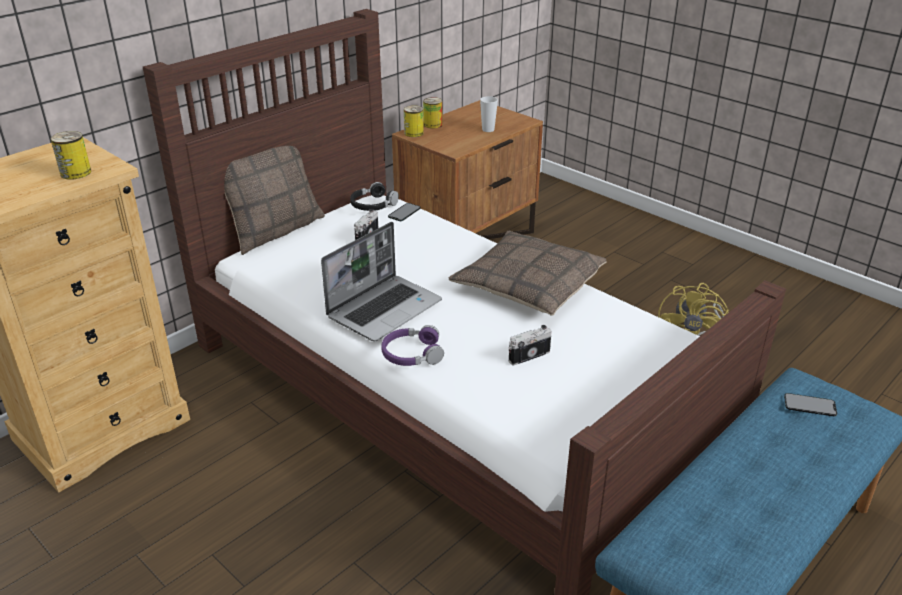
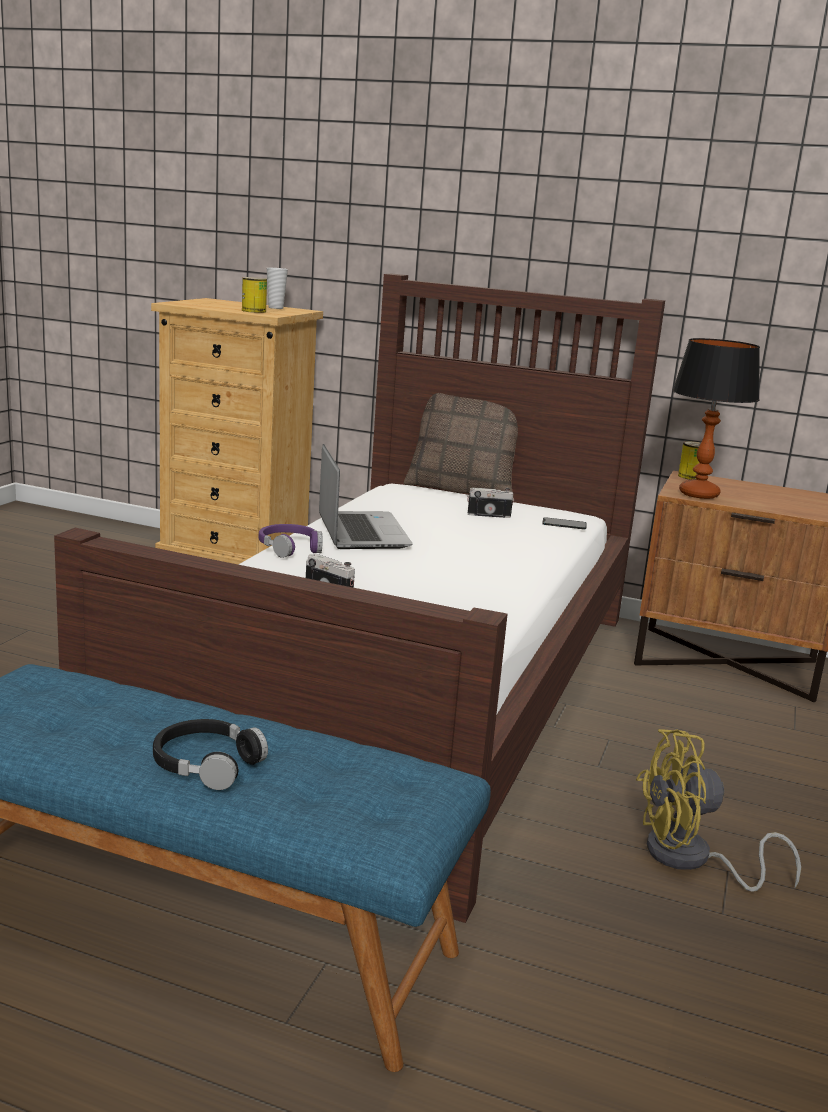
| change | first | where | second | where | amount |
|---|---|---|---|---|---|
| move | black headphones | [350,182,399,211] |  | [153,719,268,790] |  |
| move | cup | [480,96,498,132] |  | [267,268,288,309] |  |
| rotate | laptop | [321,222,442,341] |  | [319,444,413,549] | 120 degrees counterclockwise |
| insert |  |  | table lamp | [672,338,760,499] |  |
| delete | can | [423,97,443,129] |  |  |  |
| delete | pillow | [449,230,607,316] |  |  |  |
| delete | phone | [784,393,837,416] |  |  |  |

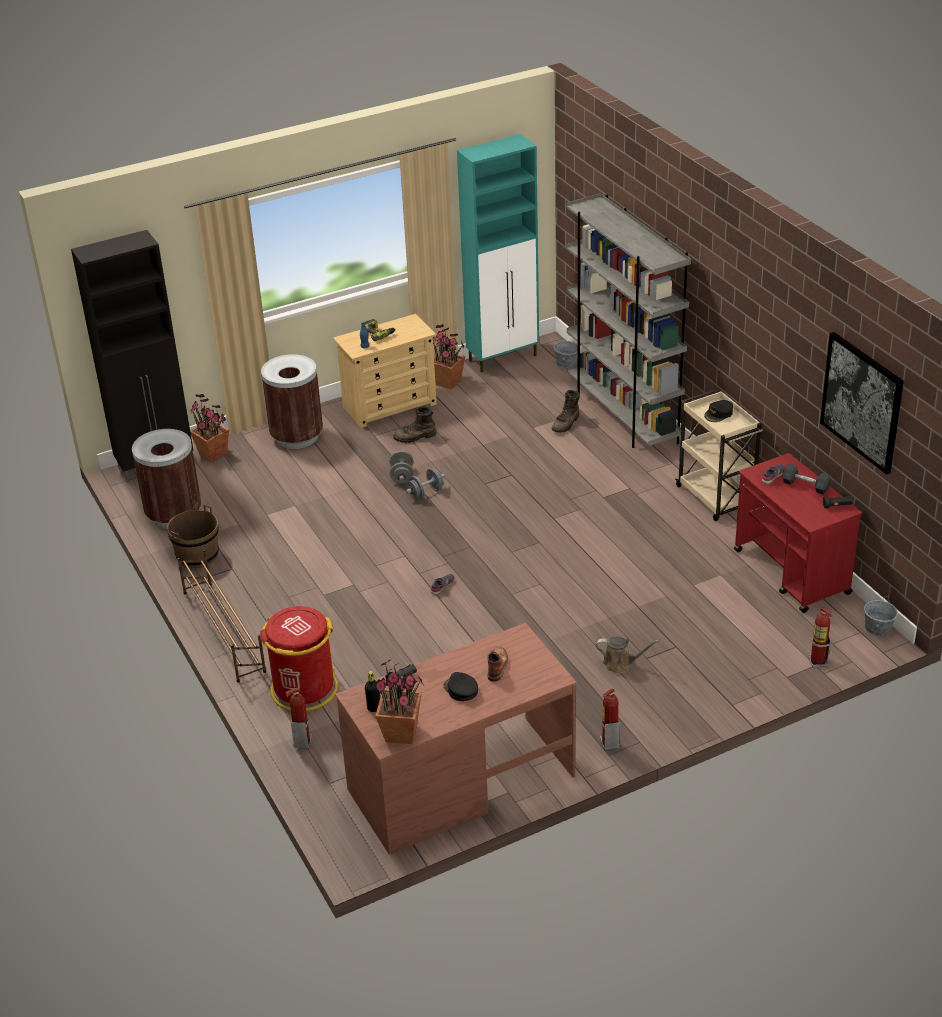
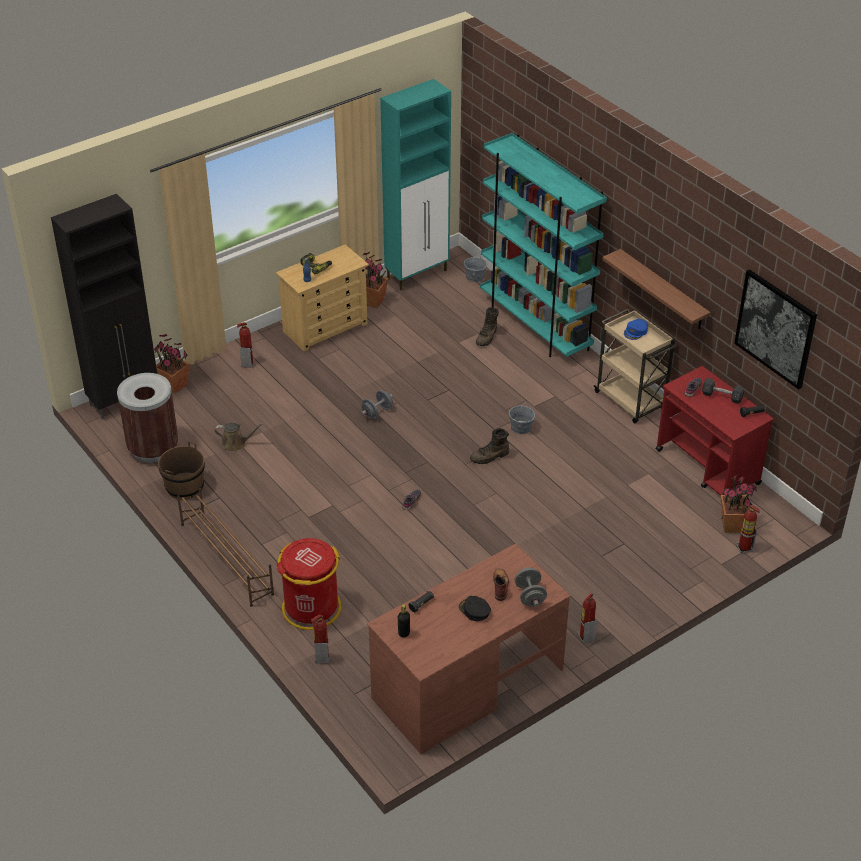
| change | first | where | second | where | amount |
|---|---|---|---|---|---|
| move | brown watering can | [596,636,659,674] |  | [215,423,264,452] |  |
| replace | brown trash can | [261,354,323,449] | fire extinguisher | [237,322,255,368] |  |
| move | brown boot | [393,406,436,443] |  | [470,428,509,464] |  |
| recolor | grey bookcase | [566,193,691,448] | turquoise bookcase | [480,133,607,357] |  |
| move | grey bucket | [864,596,898,636] |  | [509,402,535,434] |  |
| move | grey dumbbell | [390,451,414,483] |  | [515,567,547,607] |  |
| insert |  |  | shelf | [602,249,711,329] |  |
| recolor | black cap | [704,400,733,422] | blue cap | [624,319,648,340] |  |
| move | potted plant | [374,659,423,744] |  | [721,475,757,533] |  |

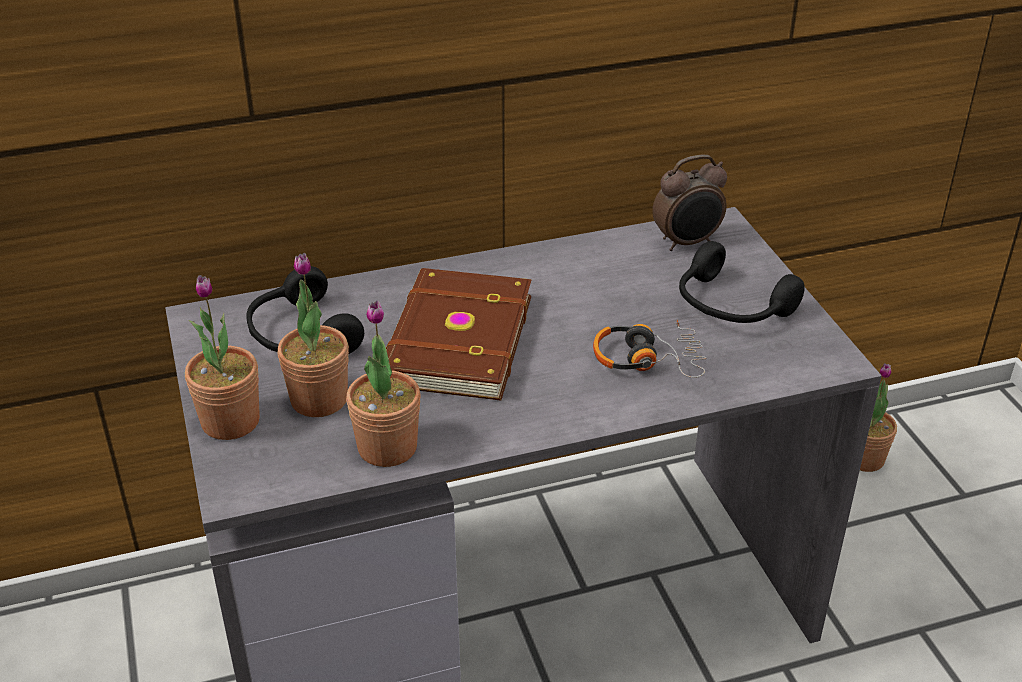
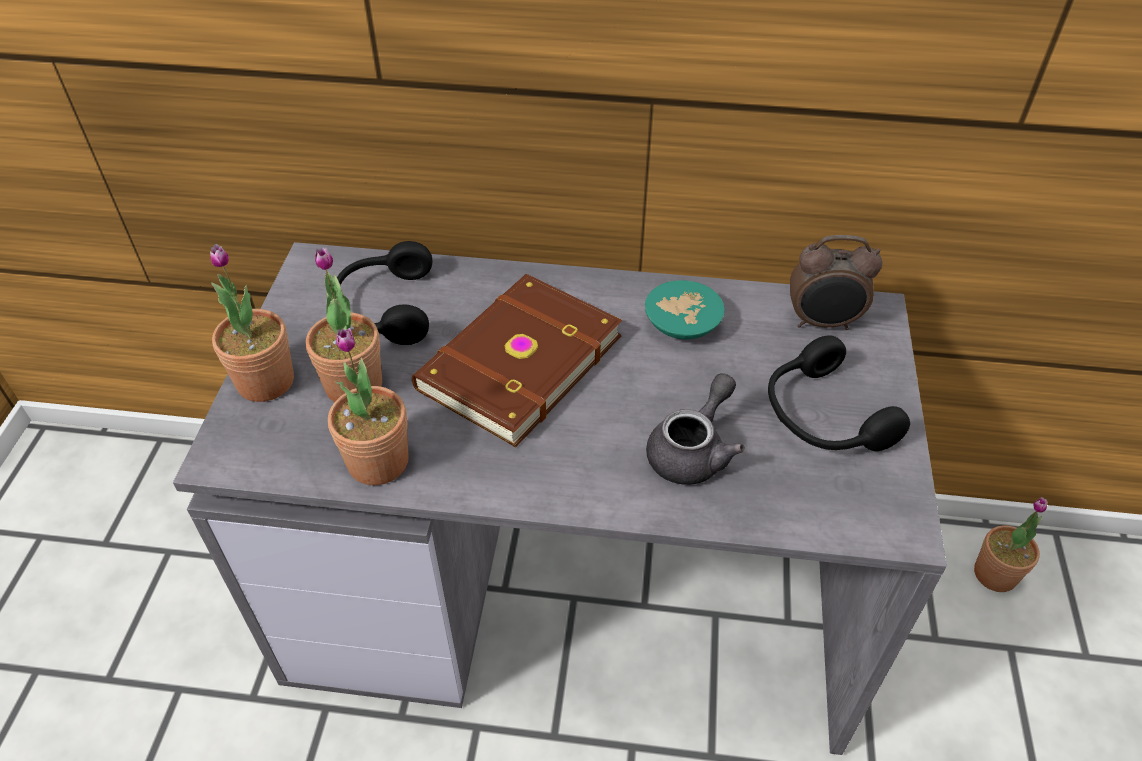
| change | first | where | second | where | amount |
|---|---|---|---|---|---|
| insert |  |  | turquoise bowl | [645,280,725,340] |  |
| replace | headphones | [593,320,706,378] | grey teapot | [646,373,745,485] |  |

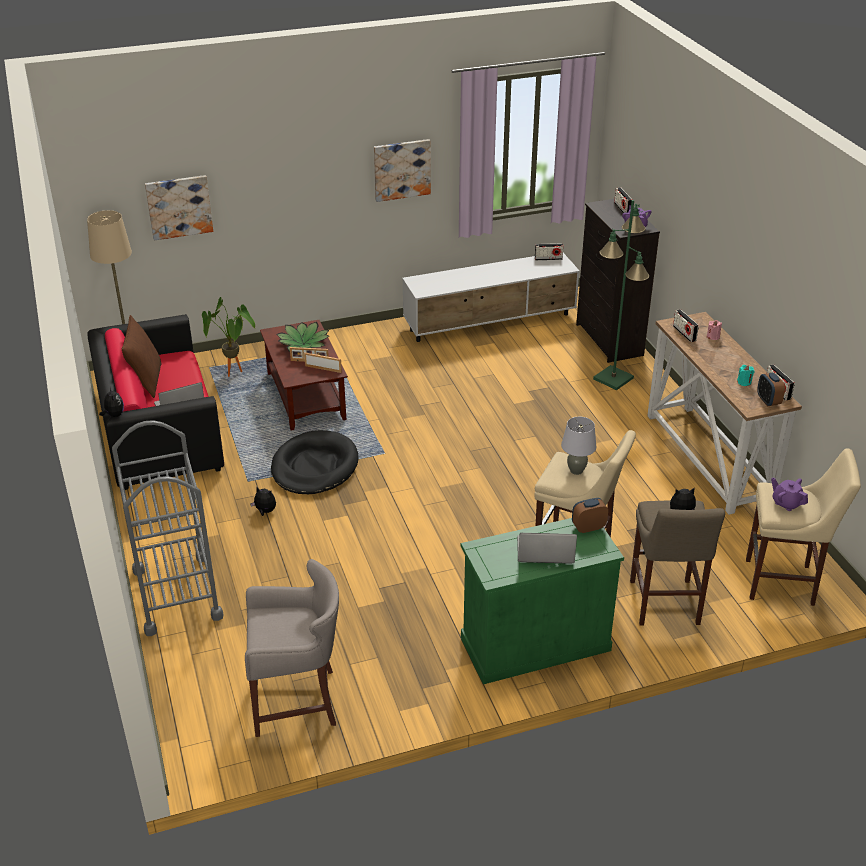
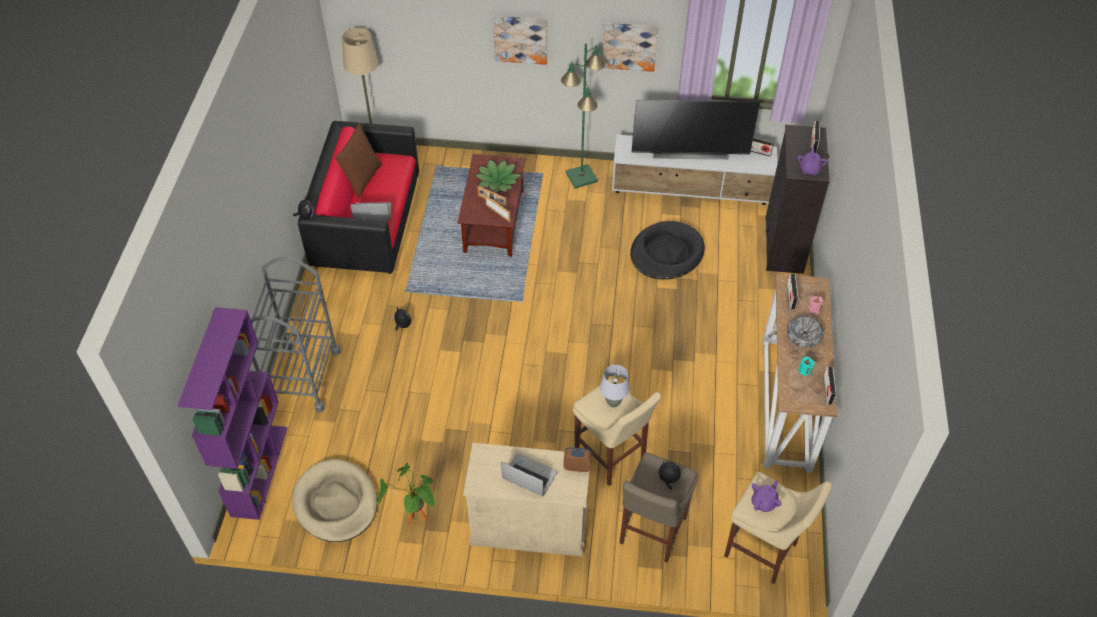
| change | first | where | second | where | amount |
|---|---|---|---|---|---|
| insert |  |  | purple bookcase | [178,307,287,520] |  |
| replace | grey stool | [245,559,339,737] | beige dog bed | [292,459,377,542] |  |
| move | potted plant | [202,297,255,377] |  | [377,462,435,523] |  |
| recolor | green cabinet | [461,518,624,684] | beige cabinet | [463,443,590,557] |  |
| move | picture | [145,175,213,240] |  | [493,16,547,65] |  |
| move | green floor lamp | [593,200,649,390] |  | [561,43,606,188] |  |
| move | black dog bed | [271,430,358,494] |  | [630,221,705,279] |  |
| insert |  |  | television | [632,100,760,160] |  |
| rotate | purple teapot | [771,477,808,511] |  | [751,480,782,512] | 60 degrees clockwise |
| insert |  |  | bowl | [787,316,824,348] |  |
| delete | alarm clock | [757,372,785,407] |  |  |  |

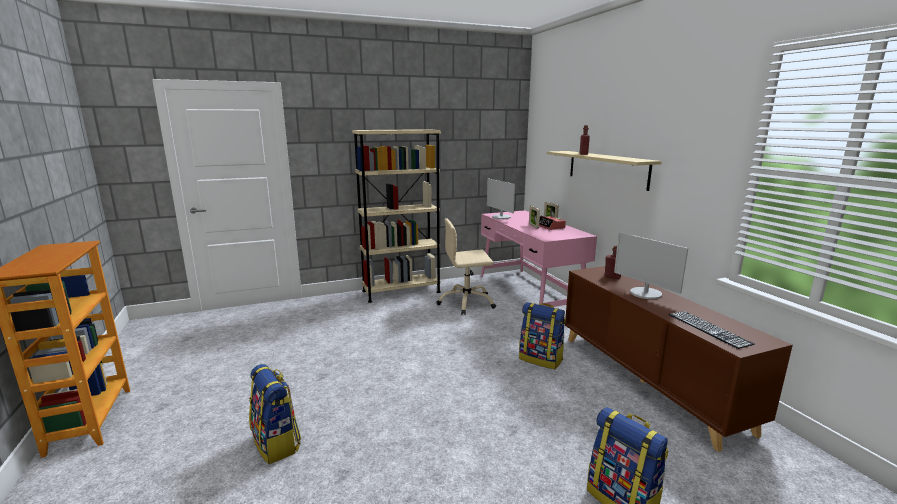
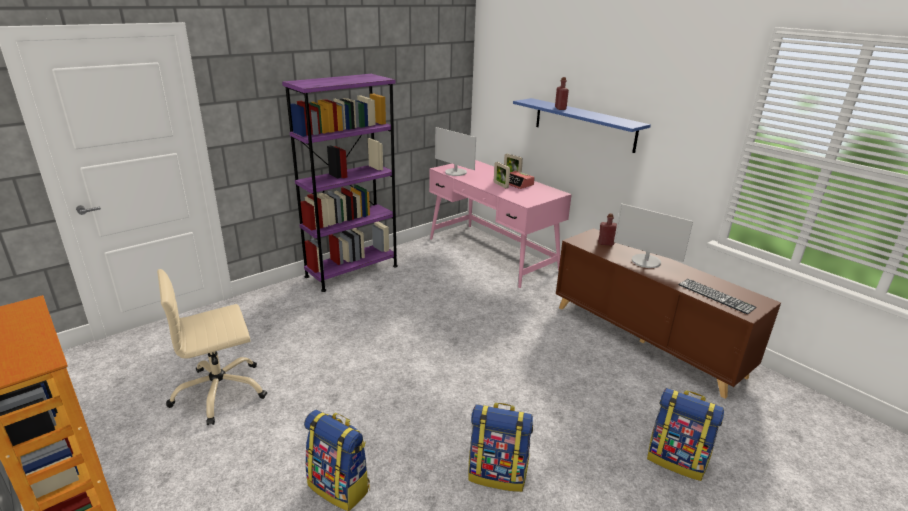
| change | first | where | second | where | amount |
|---|---|---|---|---|---|
| move | beige office chair | [436,218,496,315] |  | [157,269,267,425] |  |
| recolor | beige bookcase | [352,129,441,303] | purple bookcase | [282,74,398,292] |  |
| move | backpack | [519,302,566,369] |  | [469,403,533,492] |  |
| recolor | beige shelf | [547,151,662,191] | blue shelf | [513,98,651,153] |  |

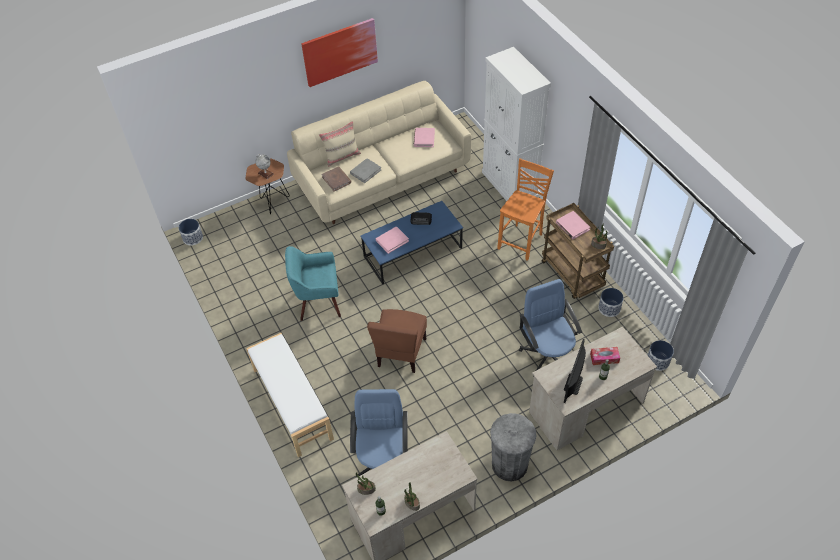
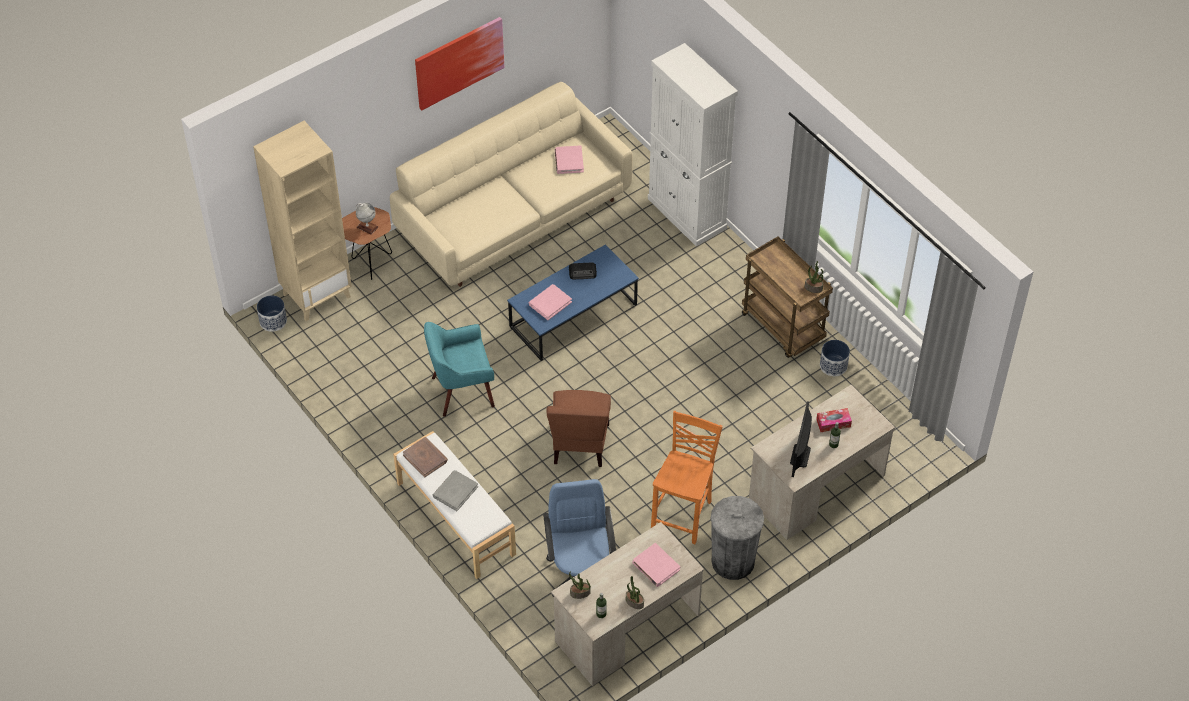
| change | first | where | second | where | amount |
|---|---|---|---|---|---|
| insert |  |  | beige bookcase | [253,121,352,321] |  |
| move | brown book | [322,166,351,192] |  | [403,437,448,478] |  |
| move | grey book | [350,159,381,183] |  | [433,470,478,511] |  |
| move | pink book | [556,211,590,239] |  | [632,543,680,587] |  |
| move | orange chair | [497,158,554,261] |  | [651,411,723,544] |  |
| delete | beige pillow | [319,121,361,167] |  |  |  |
| delete | blue office chair | [519,279,582,370] |  |  |  |
| delete | planter | [647,340,674,371] |  |  |  |

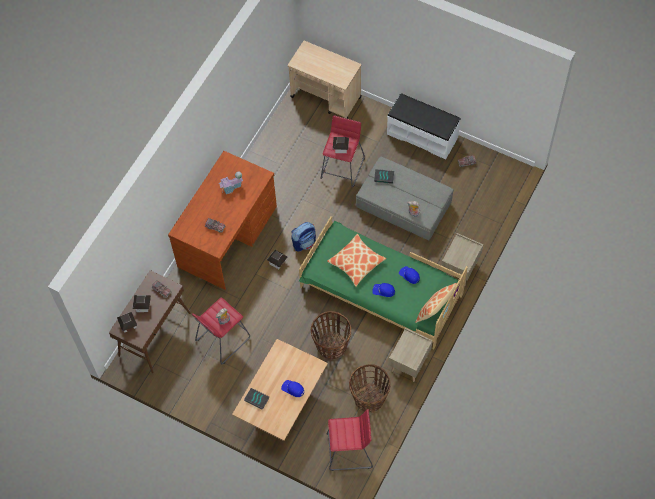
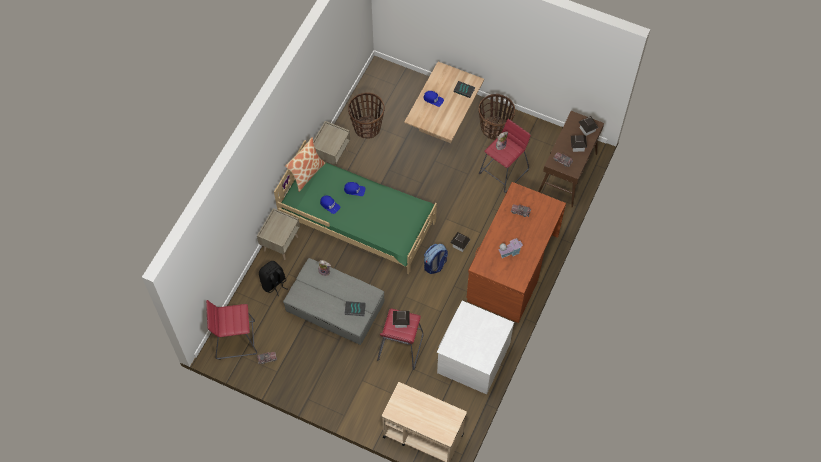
| change | first | where | second | where | amount |
|---|---|---|---|---|---|
| move | red stool | [327,409,373,471] |  | [206,300,257,360] |  |
| insert |  |  | black backpack | [259,261,287,296] |  |
| insert |  |  | white dresser | [437,301,514,394] |  |
| move | basket | [311,311,351,360] |  | [478,94,515,140] |  |
| delete | pillow | [327,234,386,287] |  |  |  |
| delete | white bench | [387,93,461,159] |  |  |  |

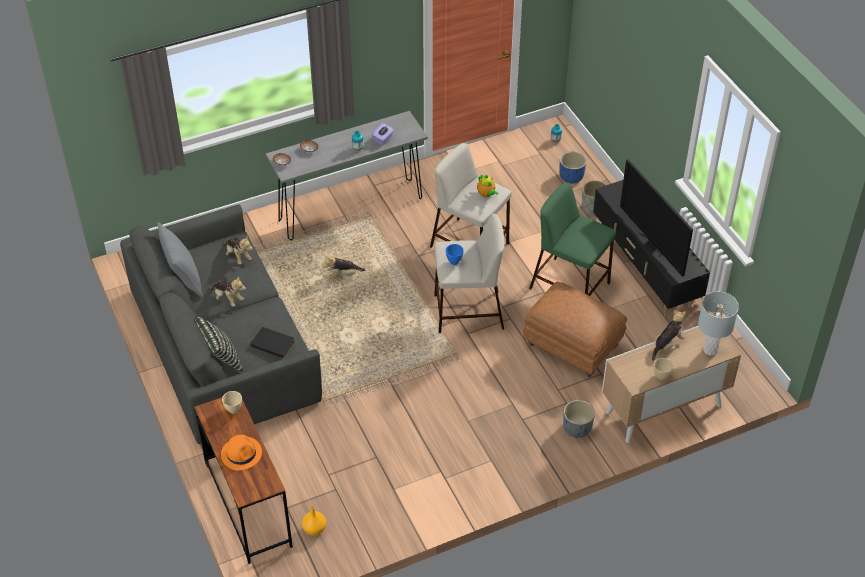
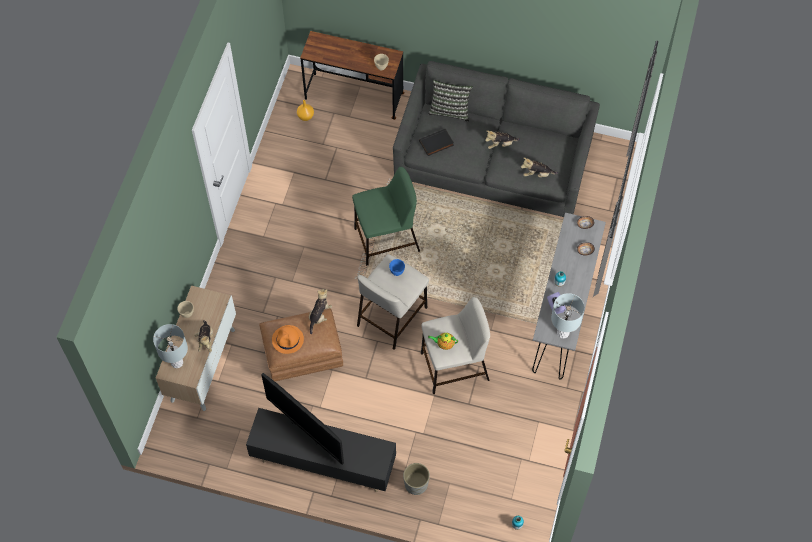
| change | first | where | second | where | amount |
|---|---|---|---|---|---|
| rotate | television | [620,159,693,277] |  | [261,373,344,465] | 150 degrees counterclockwise |
| move | orange hat | [221,435,262,470] |  | [272,325,304,354] |  |
| move | plush toy | [323,255,366,279] |  | [309,289,332,334] |  |
| move | green stool | [529,183,616,296] |  | [352,167,420,266] |  |
| insert |  |  | grey table lamp | [551,293,585,339] |  |
| delete | grey pillow | [157,222,203,297] |  |  |  |
| delete | blue planter | [559,152,586,184] |  |  |  |
| delete | grey planter | [563,400,595,438] |  |  |  |

